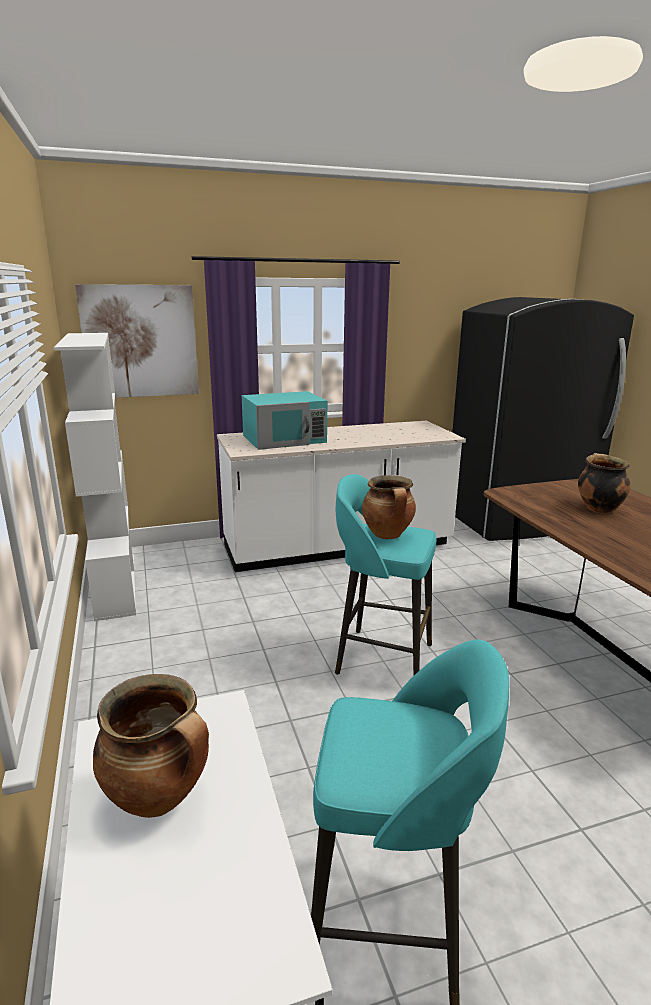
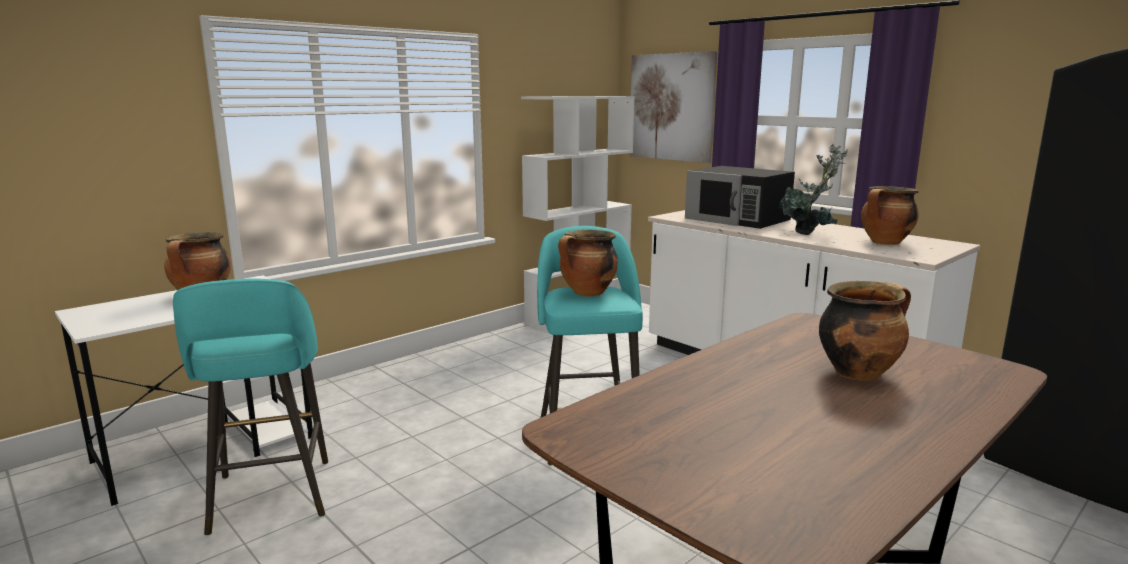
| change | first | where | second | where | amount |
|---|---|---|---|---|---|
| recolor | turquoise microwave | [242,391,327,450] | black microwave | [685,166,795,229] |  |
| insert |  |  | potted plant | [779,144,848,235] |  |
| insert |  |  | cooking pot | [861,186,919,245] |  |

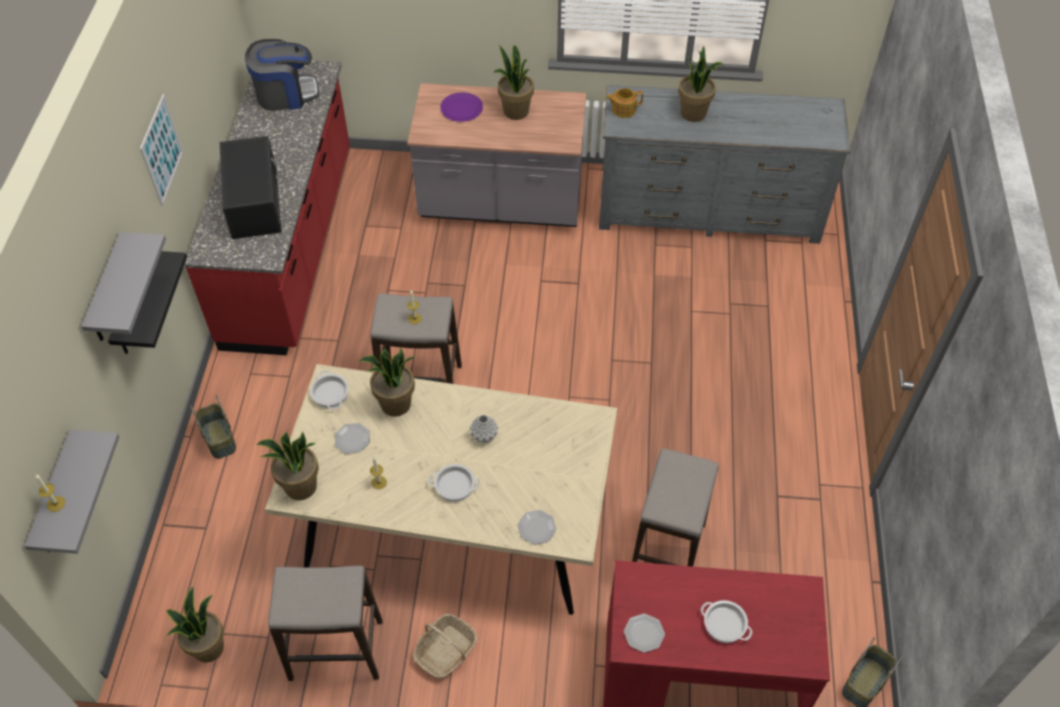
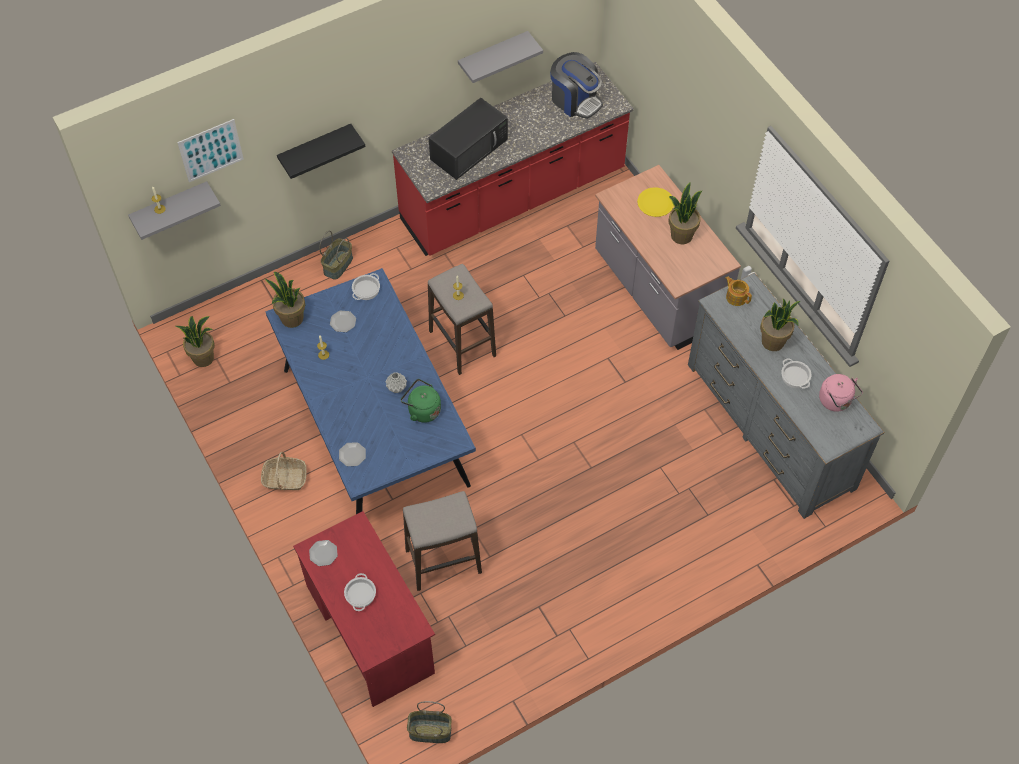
| change | first | where | second | where | amount |
|---|---|---|---|---|---|
| move | picture | [140,94,183,206] |  | [177,119,244,182] |  |
| recolor | beige dining table | [265,364,617,615] | blue dining table | [265,268,476,514] |  |
| insert |  |  | green kettle | [401,379,441,423] |  |
| move | grey shelf | [81,232,166,341] |  | [458,31,543,83] |  |
| recolor | purple plate | [440,92,483,122] | yellow plate | [637,187,674,217] |  |
| move | cooking pot | [428,464,480,502] |  | [781,358,812,388] |  |
| insert |  |  | pink kettle | [819,374,863,412] |  |
| delete | stool | [268,566,383,681] |  |  |  |
| delete | potted plant | [359,347,415,417] |  |  |  |

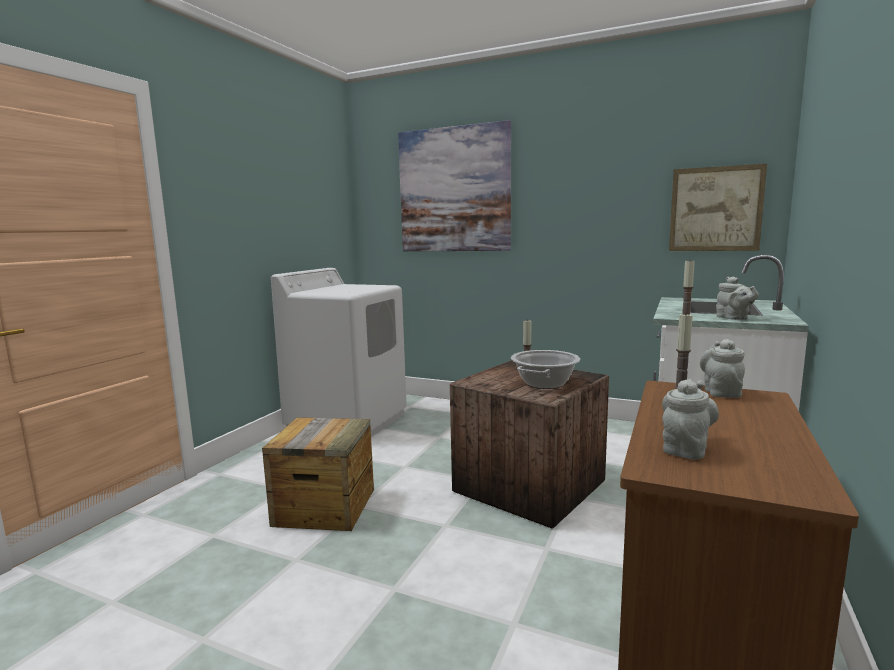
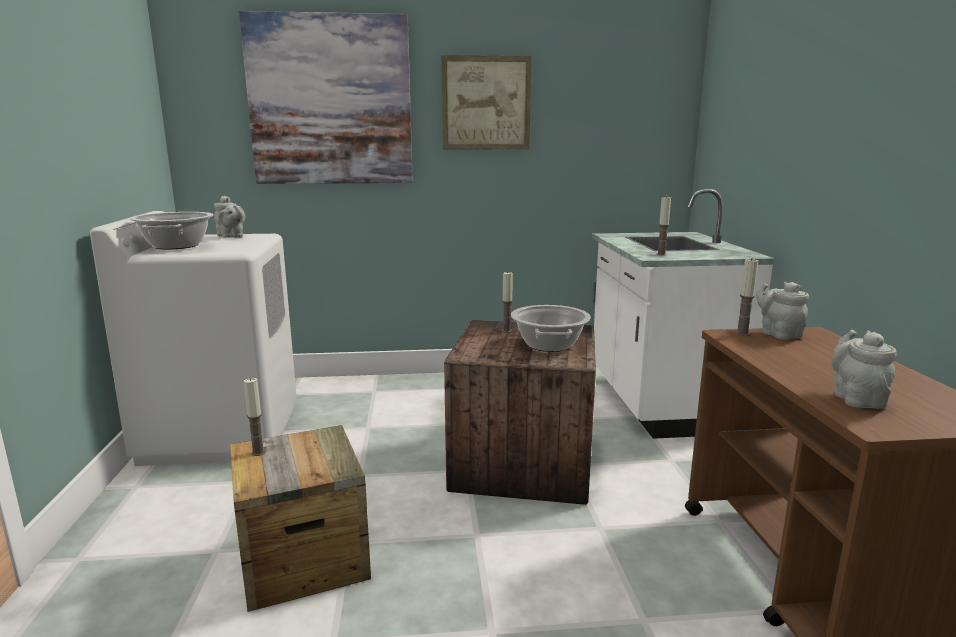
| change | first | where | second | where | amount |
|---|---|---|---|---|---|
| insert |  |  | cooking pot | [130,212,213,250] |  |
| move | grey teapot | [716,276,759,320] |  | [214,196,245,238] |  |
| insert |  |  | candle | [244,378,266,456] |  |
| move | picture | [669,164,767,251] |  | [441,55,532,150] |  |

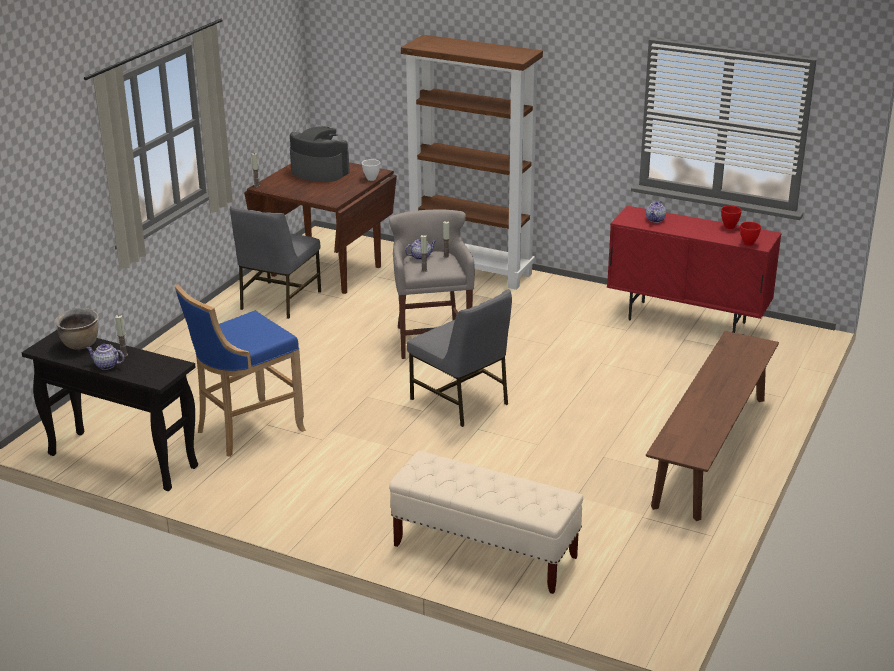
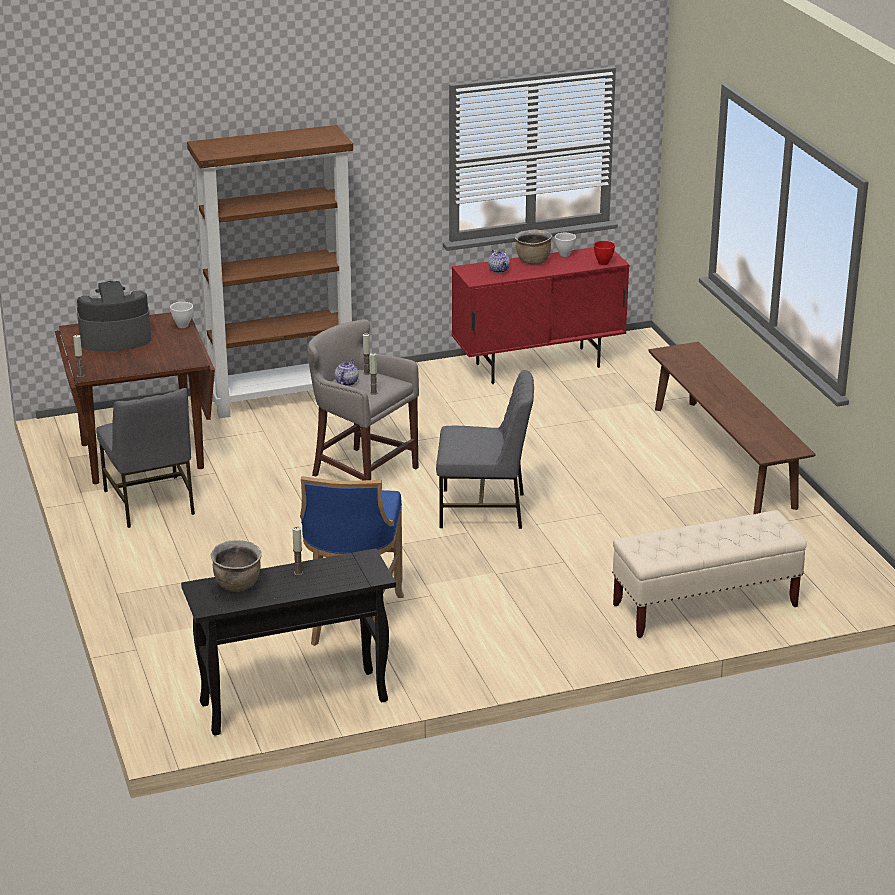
| change | first | where | second | where | amount |
|---|---|---|---|---|---|
| insert |  |  | brown cooking pot | [515,230,552,265] |  |
| recolor | red bowl | [721,206,742,229] | white bowl | [555,233,576,257] |  |
| delete | teapot | [86,344,124,370] |  |  |  |

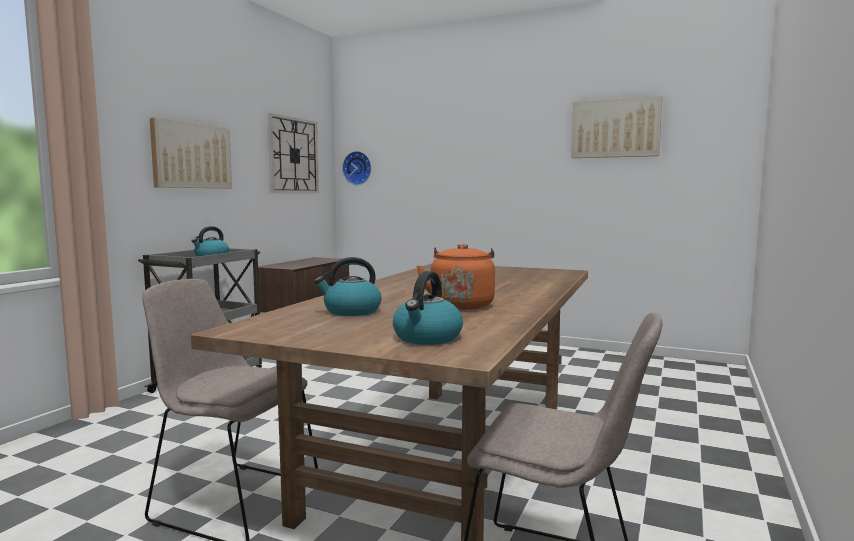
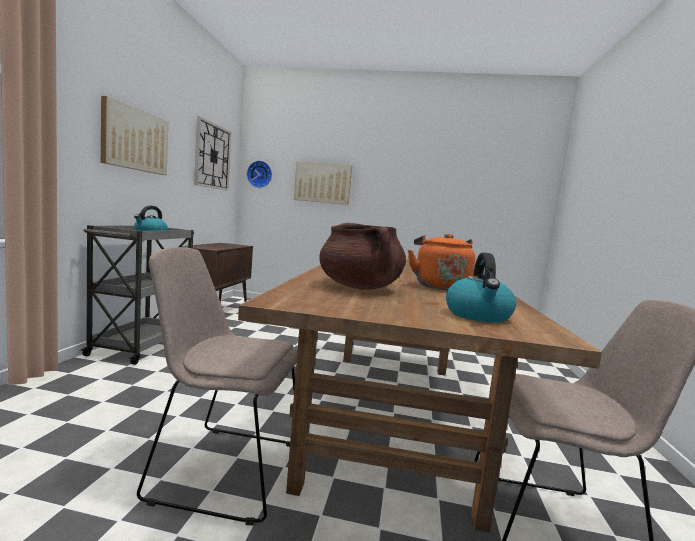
| change | first | where | second | where | amount |
|---|---|---|---|---|---|
| move | picture | [571,96,662,158] |  | [294,162,352,205] |  |
| replace | kettle | [314,257,381,316] | brown cooking pot | [319,223,406,290] |  |

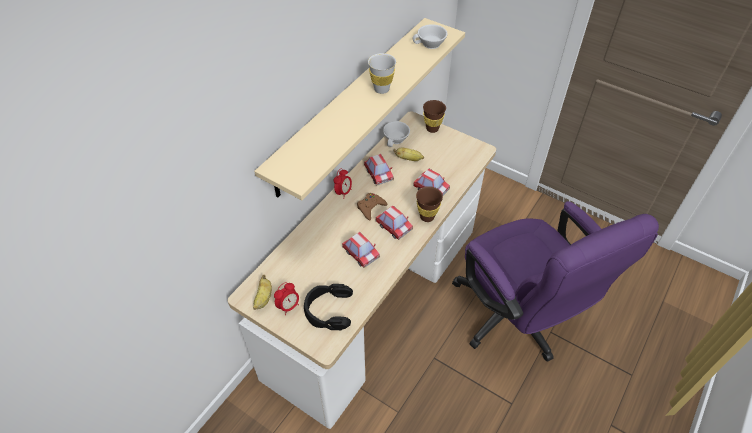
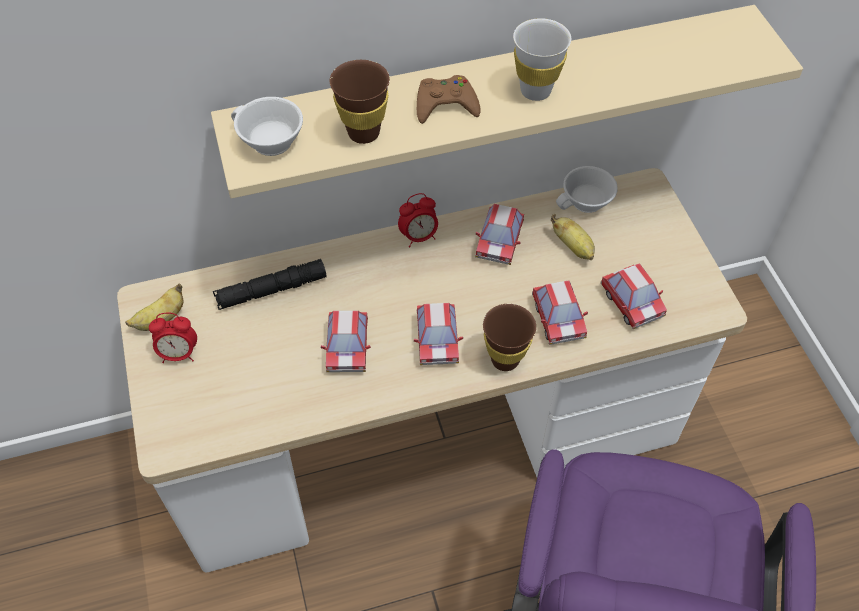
| change | first | where | second | where | amount |
|---|---|---|---|---|---|
| insert |  |  | black flashlight | [213,259,327,310] |  |
| move | white cup | [412,24,448,49] |  | [231,97,303,156] |  |
| move | brown cup | [423,100,446,133] |  | [330,60,390,144] |  |
| move | brown game controller | [357,193,387,220] |  | [417,75,481,124] |  |
| insert |  |  | toy car | [600,263,667,329] |  |
| delete | black headphones | [304,284,353,330] |  |  |  |

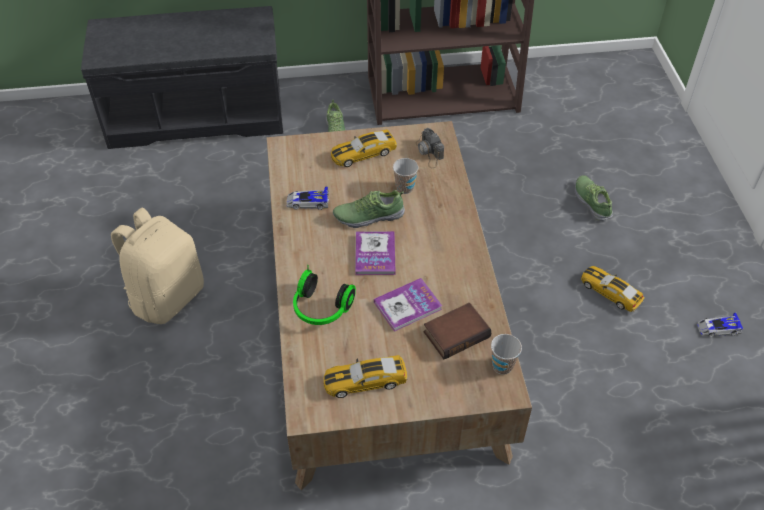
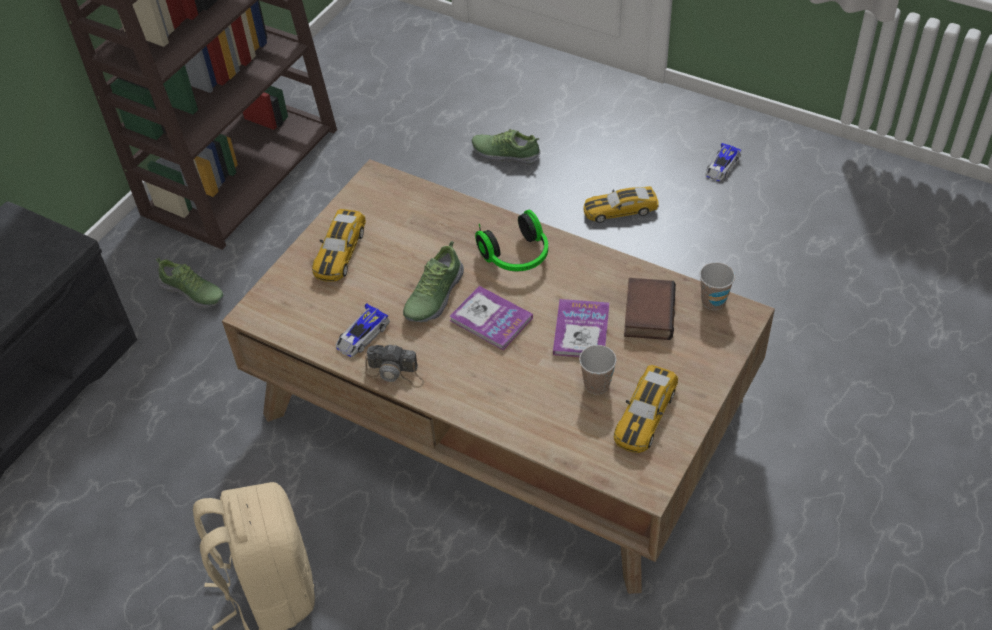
| change | first | where | second | where | amount |
|---|---|---|---|---|---|
| move | photo camera | [416,128,444,168] |  | [365,345,425,388] |  |
| move | headphones | [293,265,356,325] |  | [475,210,548,271] |  |
| move | cup | [393,158,419,194] |  | [579,345,617,395] |  |

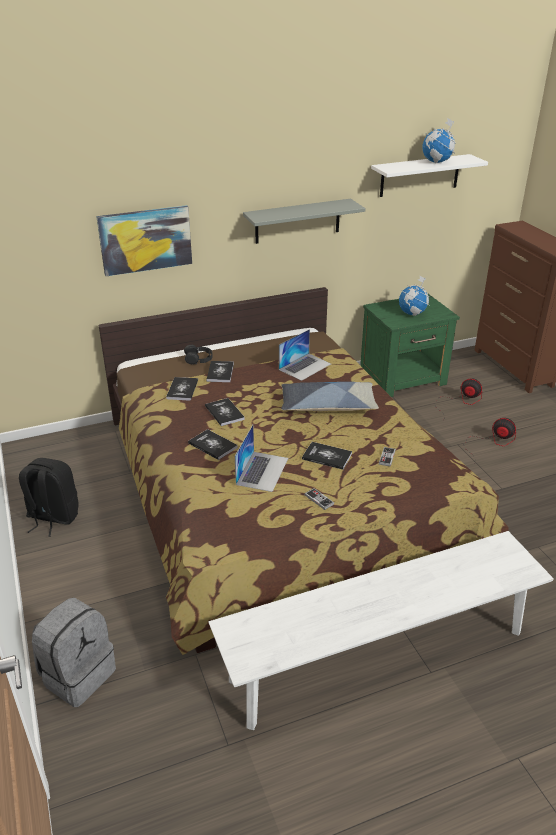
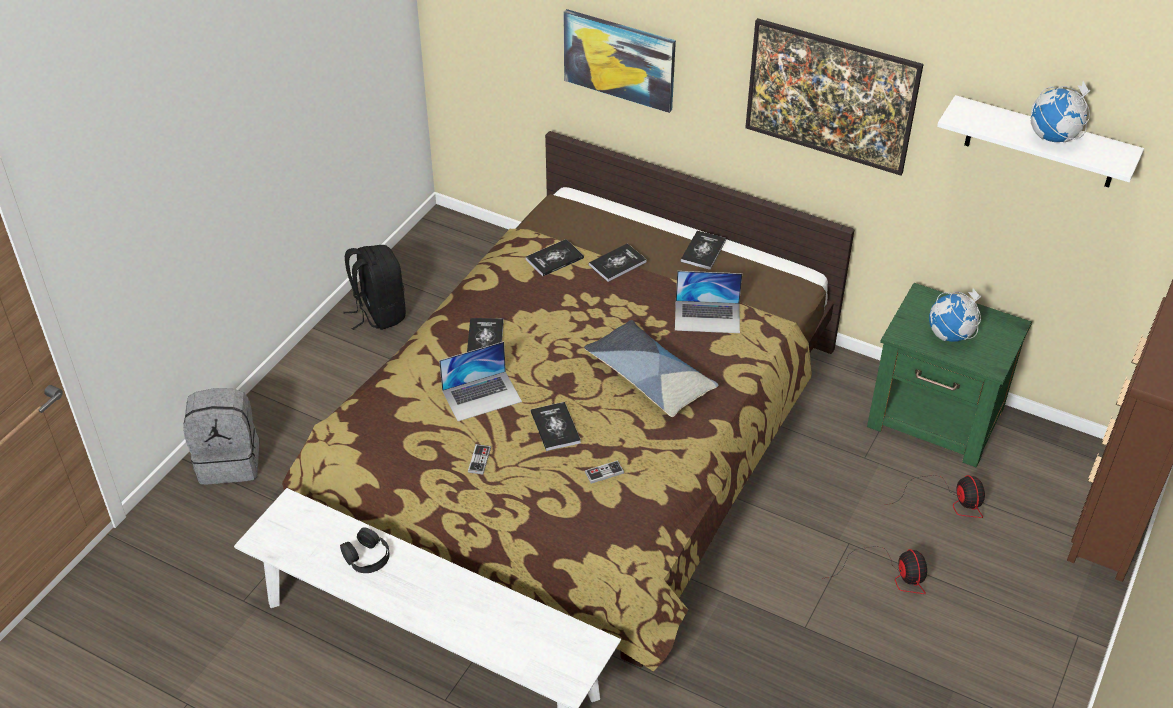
| change | first | where | second | where | amount |
|---|---|---|---|---|---|
| move | black headphones | [184,345,213,365] |  | [340,527,390,573] |  |
| move | book | [205,398,245,426] |  | [680,231,726,270] |  |
| replace | grey shelf | [243,199,366,244] | picture | [745,18,924,176] |  |

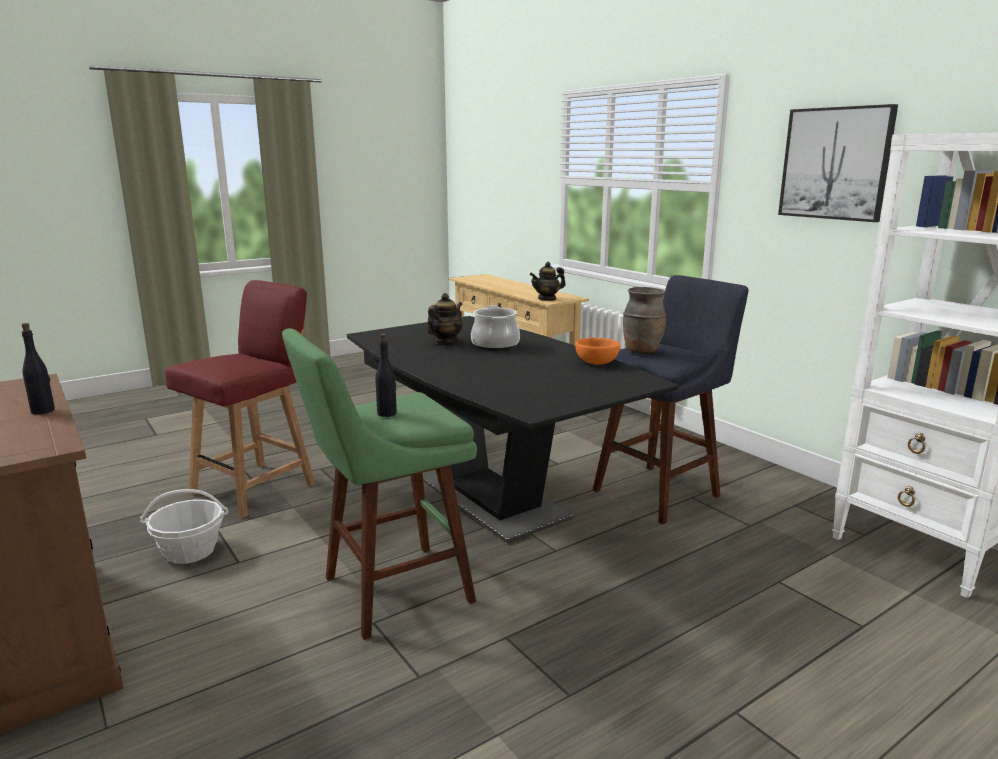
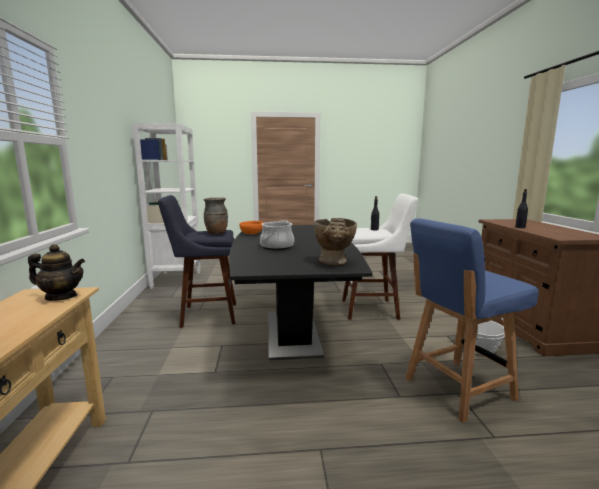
| change | first | where | second | where | amount |
|---|---|---|---|---|---|
| insert |  |  | beige vase | [314,218,357,266] |  |
| recolor | green stool | [282,328,477,640] | white stool | [342,193,418,320] |  |
| recolor | red chair | [165,280,315,518] | blue chair | [405,218,539,423] |  |
| delete | teapot | [427,293,463,344] |  |  |  |
| delete | picture | [778,104,898,222] |  |  |  |

